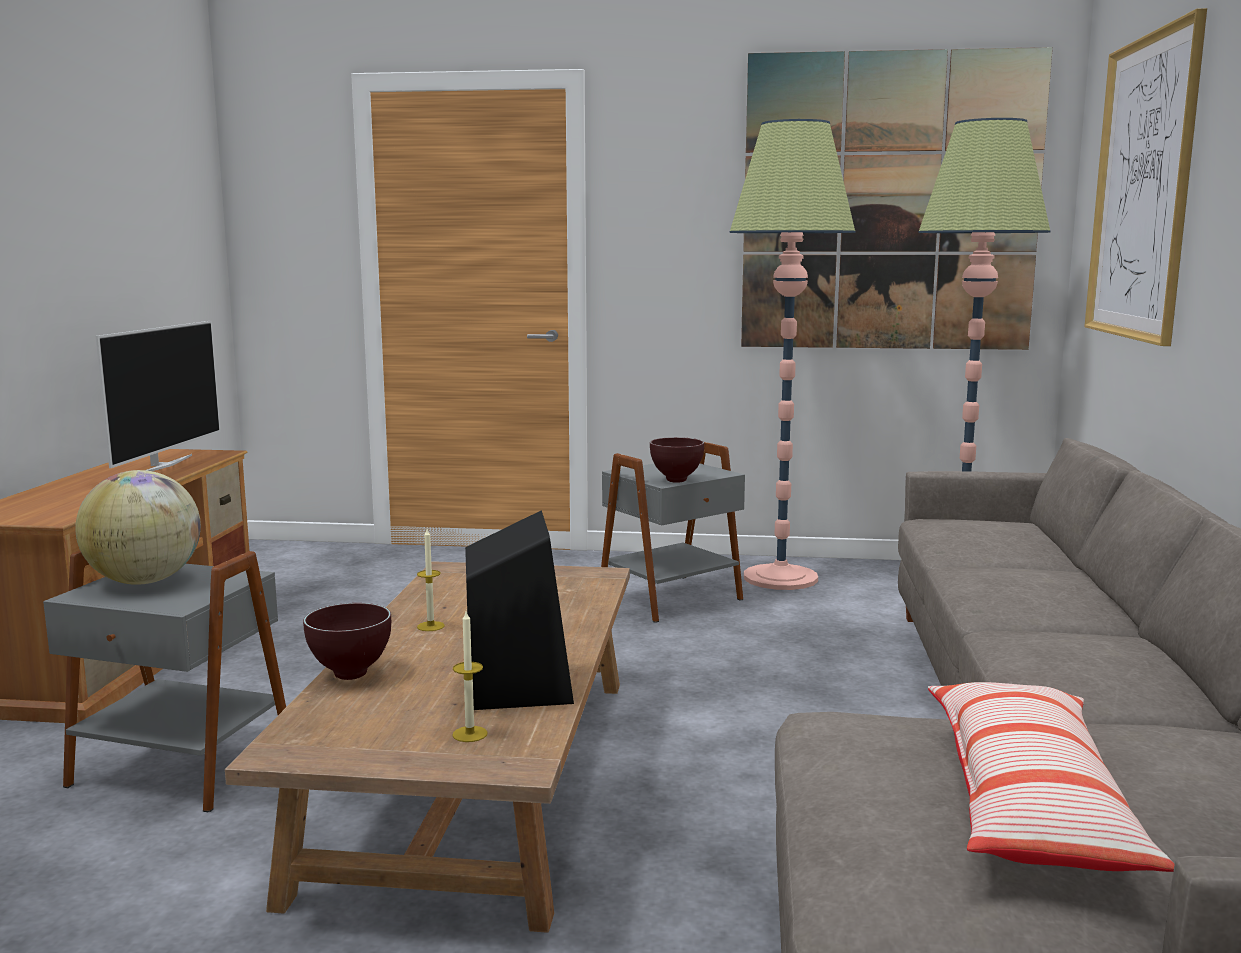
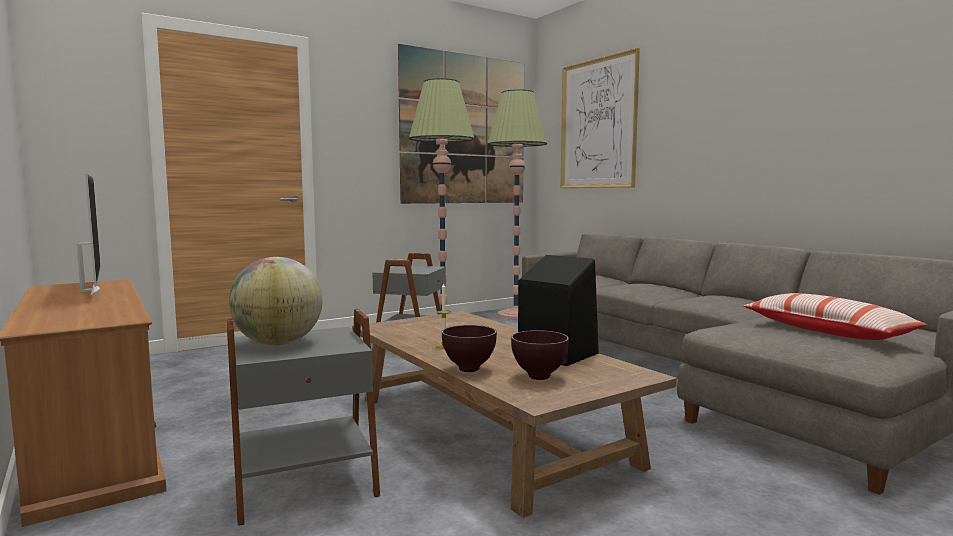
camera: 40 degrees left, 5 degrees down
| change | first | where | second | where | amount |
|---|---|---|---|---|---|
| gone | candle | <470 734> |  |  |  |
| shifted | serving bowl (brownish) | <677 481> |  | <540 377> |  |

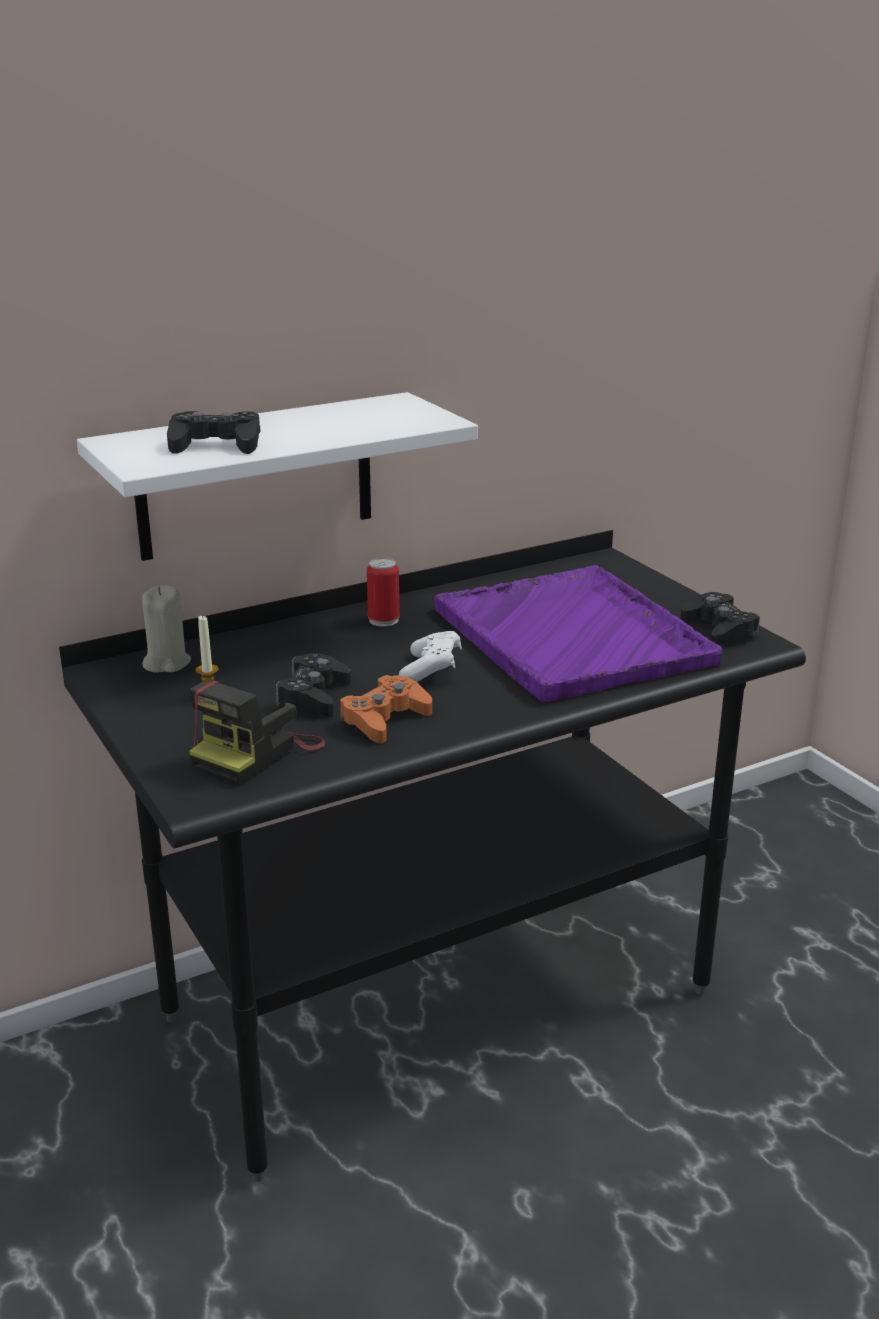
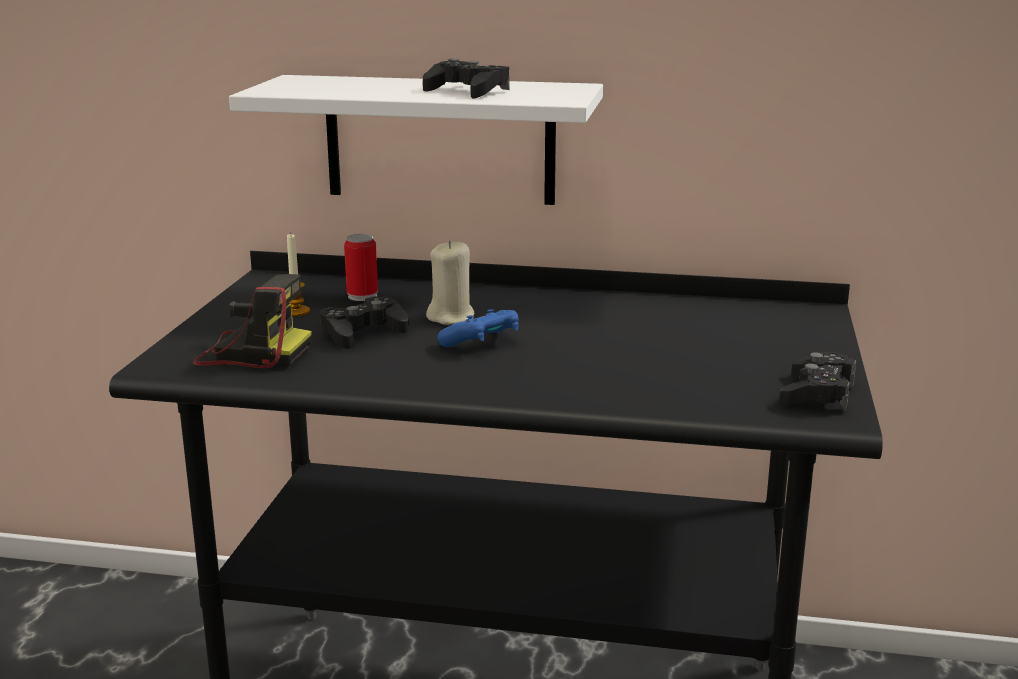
camera: 40 degrees right, 5 degrees down
| change | first | where | second | where | amount |
|---|---|---|---|---|---|
| gone | gamepad (orange) | <384 719> |  |  |  |
| gone | serving tray (purple) | <572 637> |  |  |  |
| shifted | candle (sand-coloured) | <166 663> |  | <451 317> |  |
| shifted | gamepad (black-coloured) | <216 445> |  | <467 91> |  |
| shifted | can | <383 620> |  | <362 296> |  |
| repainted | gamepad (white-coloured) | <431 671> | gamepad (blue) | <482 344> |  |
| rotated | still camera | <256 752> |  | <251 353> | 150 degrees counterclockwise |

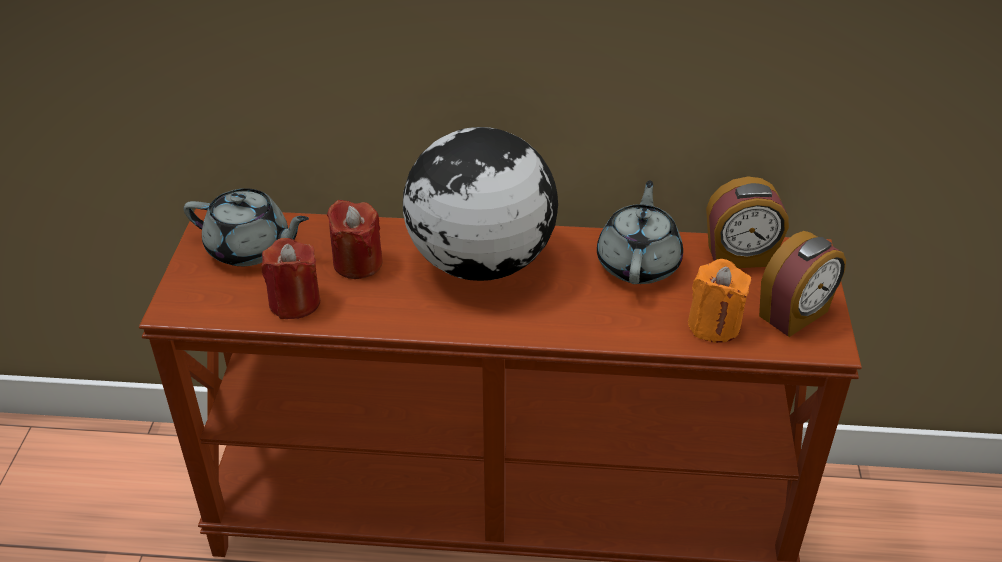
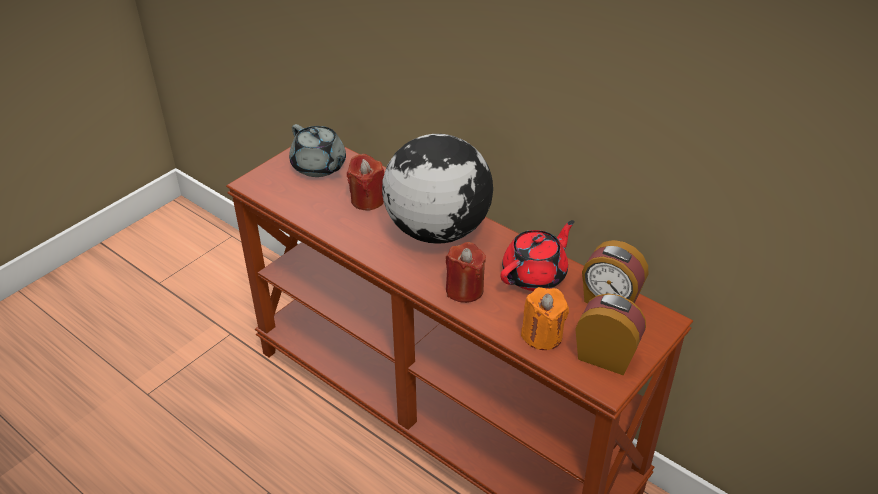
camera: 35 degrees right, 0 degrees up
| change | first | where | second | where | amount |
|---|---|---|---|---|---|
| shifted | candle (red) | <295 302> |  | <464 290> |  |
| repainted | teapot (greyish) | <638 263> | teapot (red) | <535 274> |  |
| rotated | alarm clock | <794 315> |  | <605 356> | 150 degrees counterclockwise |

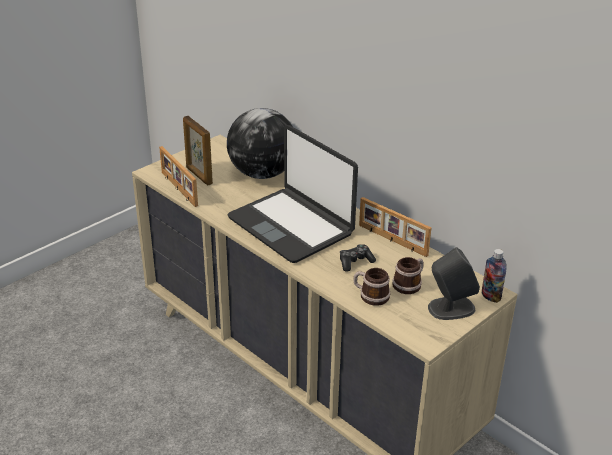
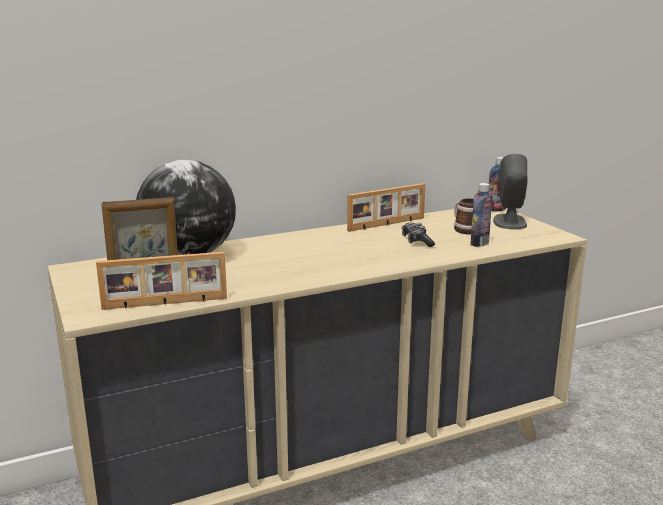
camera: 70 degrees left, 15 degrees down
| change | first | where | second | where | amount |
|---|---|---|---|---|---|
| gone | notebook computer | <291 225> |  |  |  |
| swapped | tea mug | <370 295> | bottle | <479 243> |  |

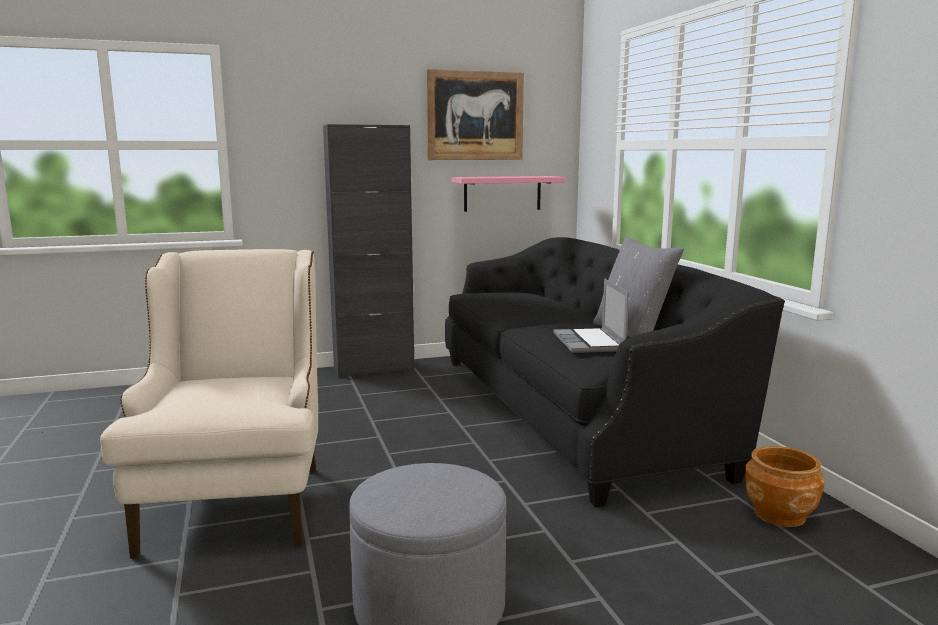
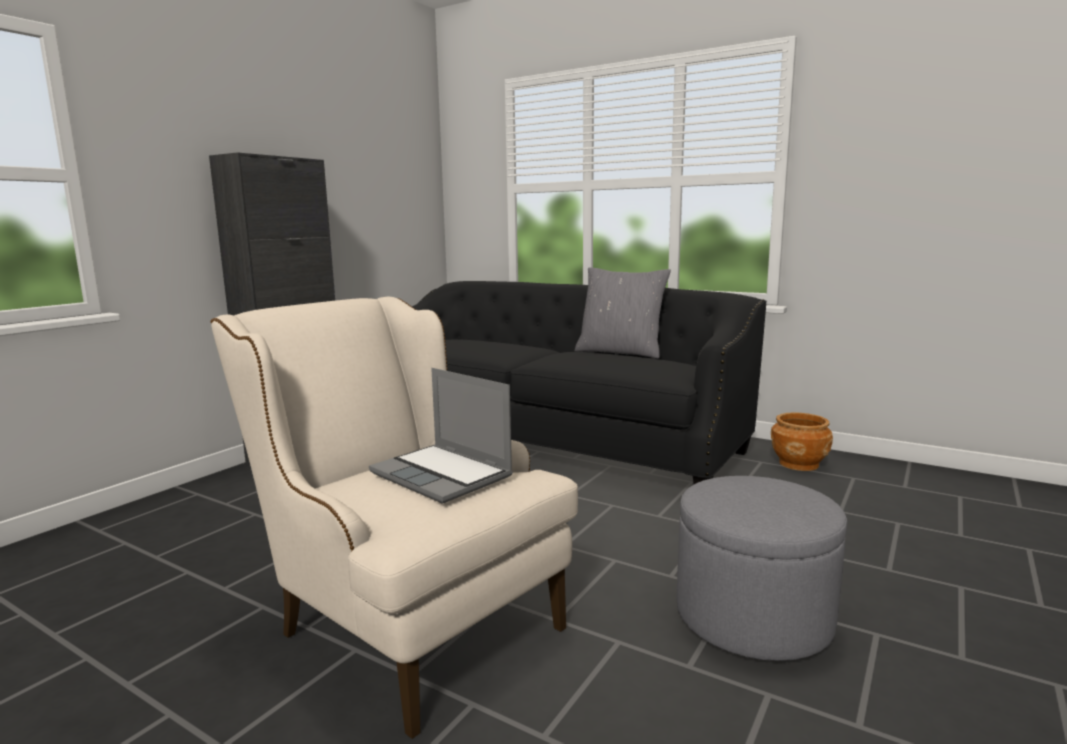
camera: 40 degrees left, 0 degrees up
| change | first | where | second | where | amount |
|---|---|---|---|---|---|
| gone | wall picture | <475 116> |  |  |  |
| gone | wall shelf (pink) | <502 193> |  |  |  |
| shifted | notebook computer | <590 343> |  | <443 475> |  |

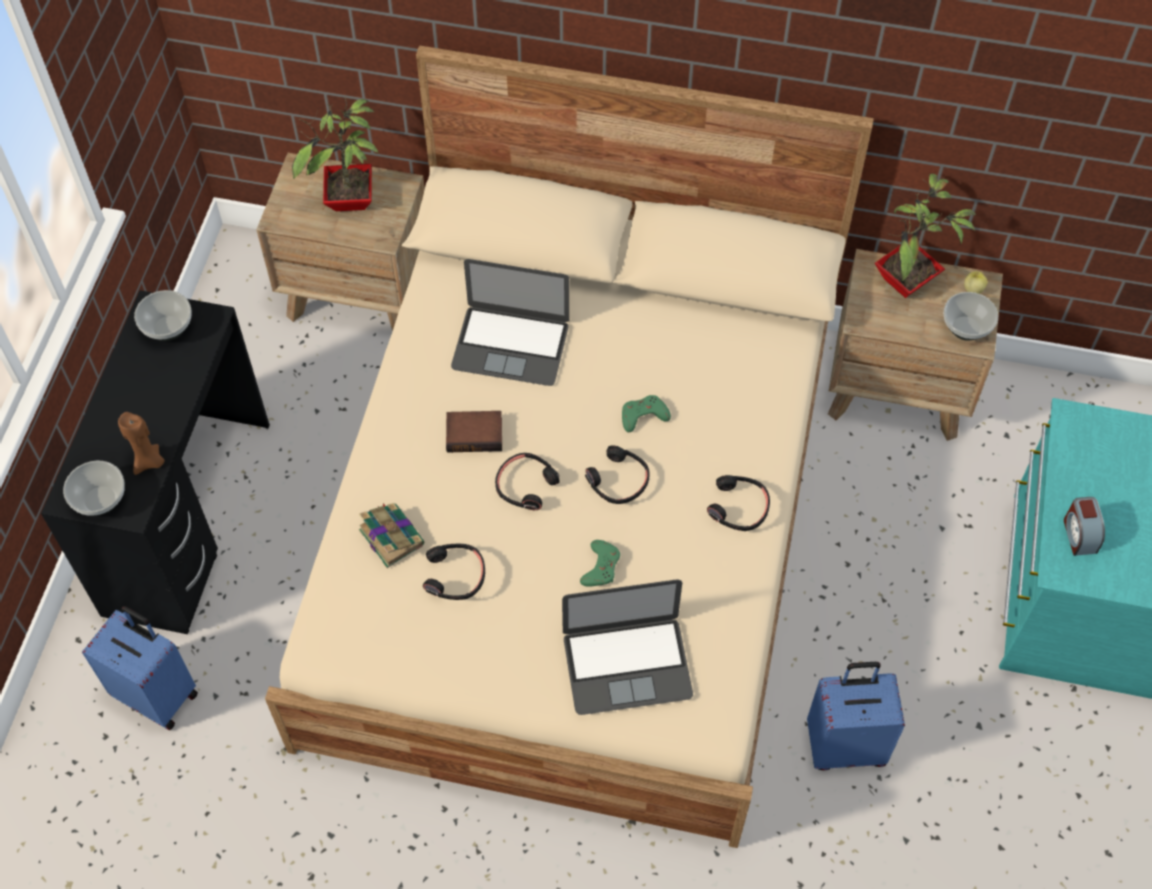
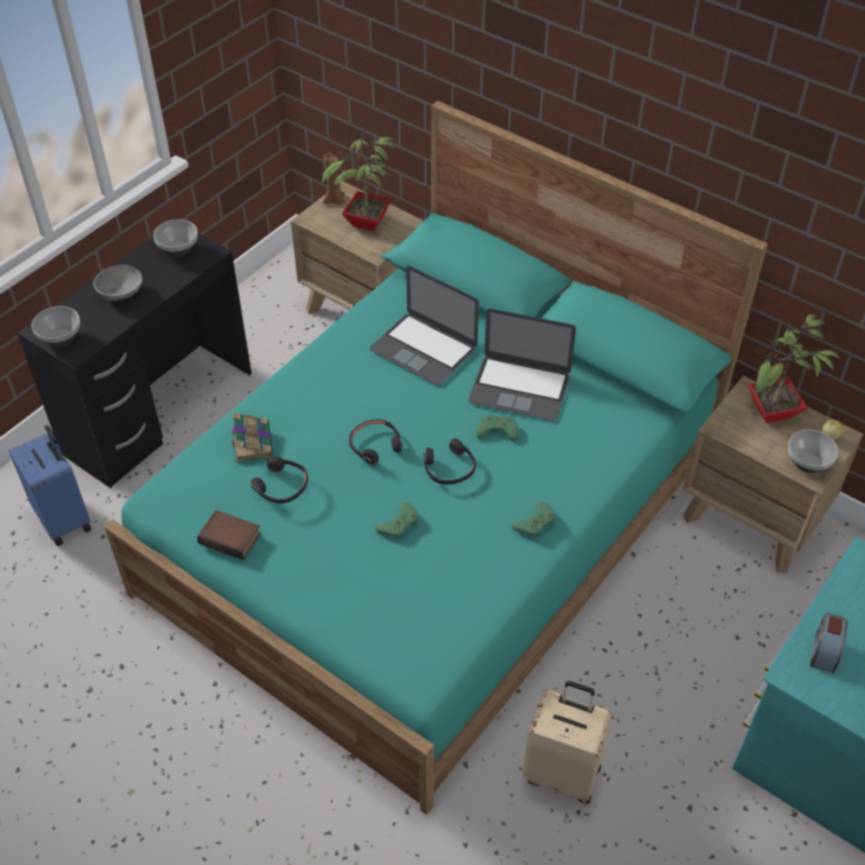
camera: 25 degrees right, 10 degrees down
| change | first | where | second | where | amount |
|---|---|---|---|---|---|
| new |  |  | serving bowl (greyish) | <122 294> |  |
| shifted | candle (brownish) | <149 462> |  | <335 201> |  |
| shifted | volume | <475 433> |  | <231 537> |  |
| shifted | notebook computer | <627 665> |  | <519 388> |  |
| swapped | headphones (black-coloured) | <738 508> | gamepad (green-coloured) | <535 523> |  |
| repainted | bed (sand-coloured) | <578 527> | bed (turquoise-coloured) | <434 523> |  |
| repainted | suitcase (blue) | <845 744> | suitcase (sand-coloured) | <562 773> |  |

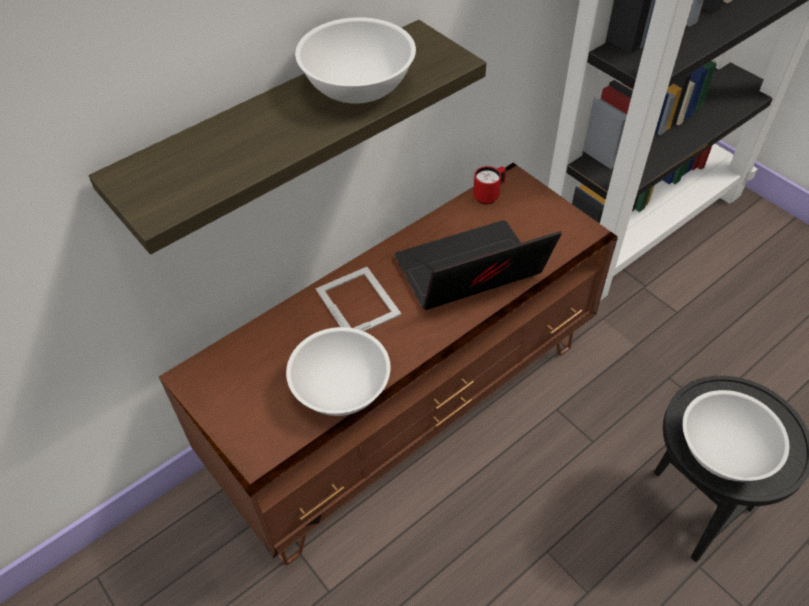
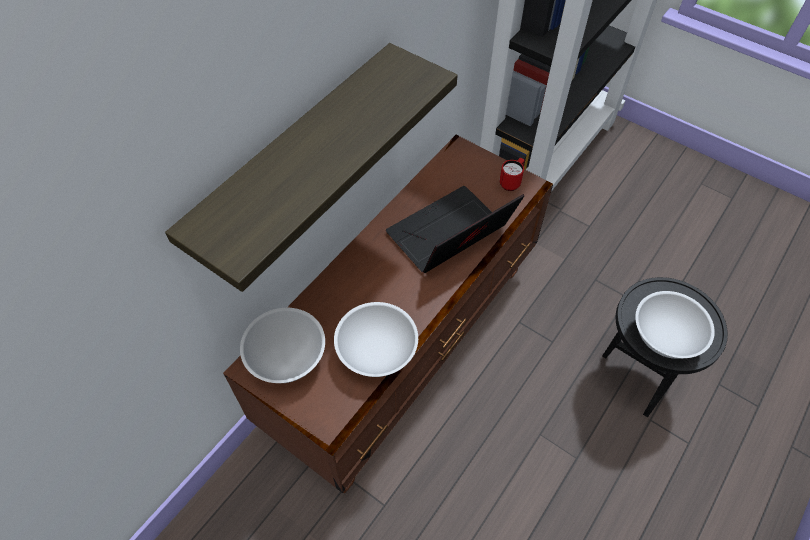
camera: 15 degrees left, 5 degrees up
| change | first | where | second | where | amount |
|---|---|---|---|---|---|
| gone | picture frame | <358 301> |  |  |  |
| shifted | serving bowl (white-coloured) | <357 87> |  | <286 358> |  |
| shifted | tea mug (red) | <489 195> |  | <511 182> |  |

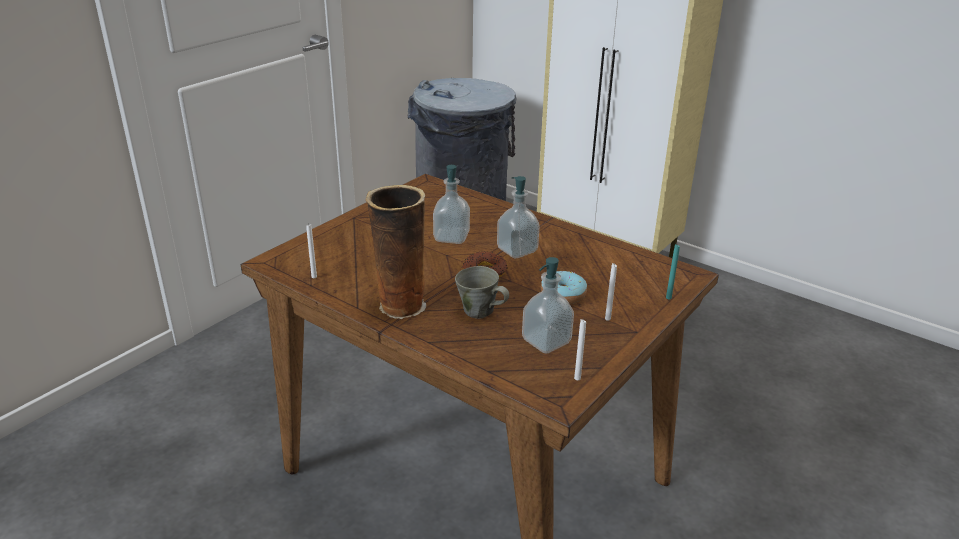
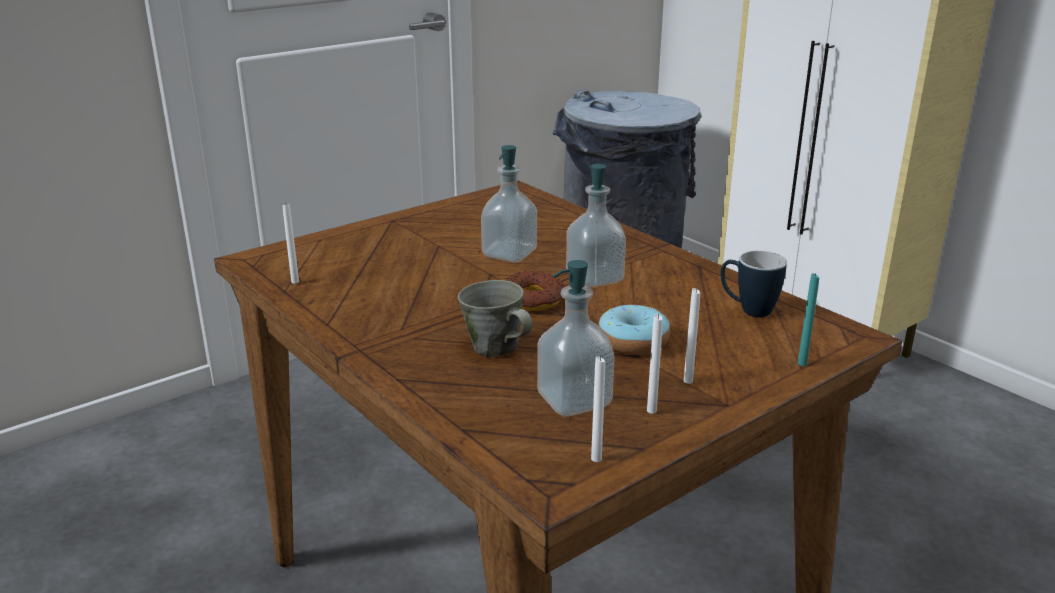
camera: 15 degrees right, 5 degrees down
| change | first | where | second | where | amount |
|---|---|---|---|---|---|
| gone | decorative vase | <400 305> |  |  |  |
| new |  |  | candle (white-coloured) | <651 411> |  |
| new |  |  | tea mug | <747 310> |  |

